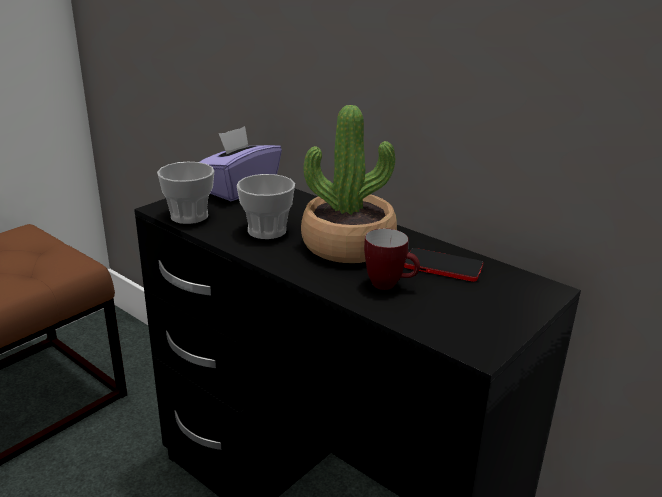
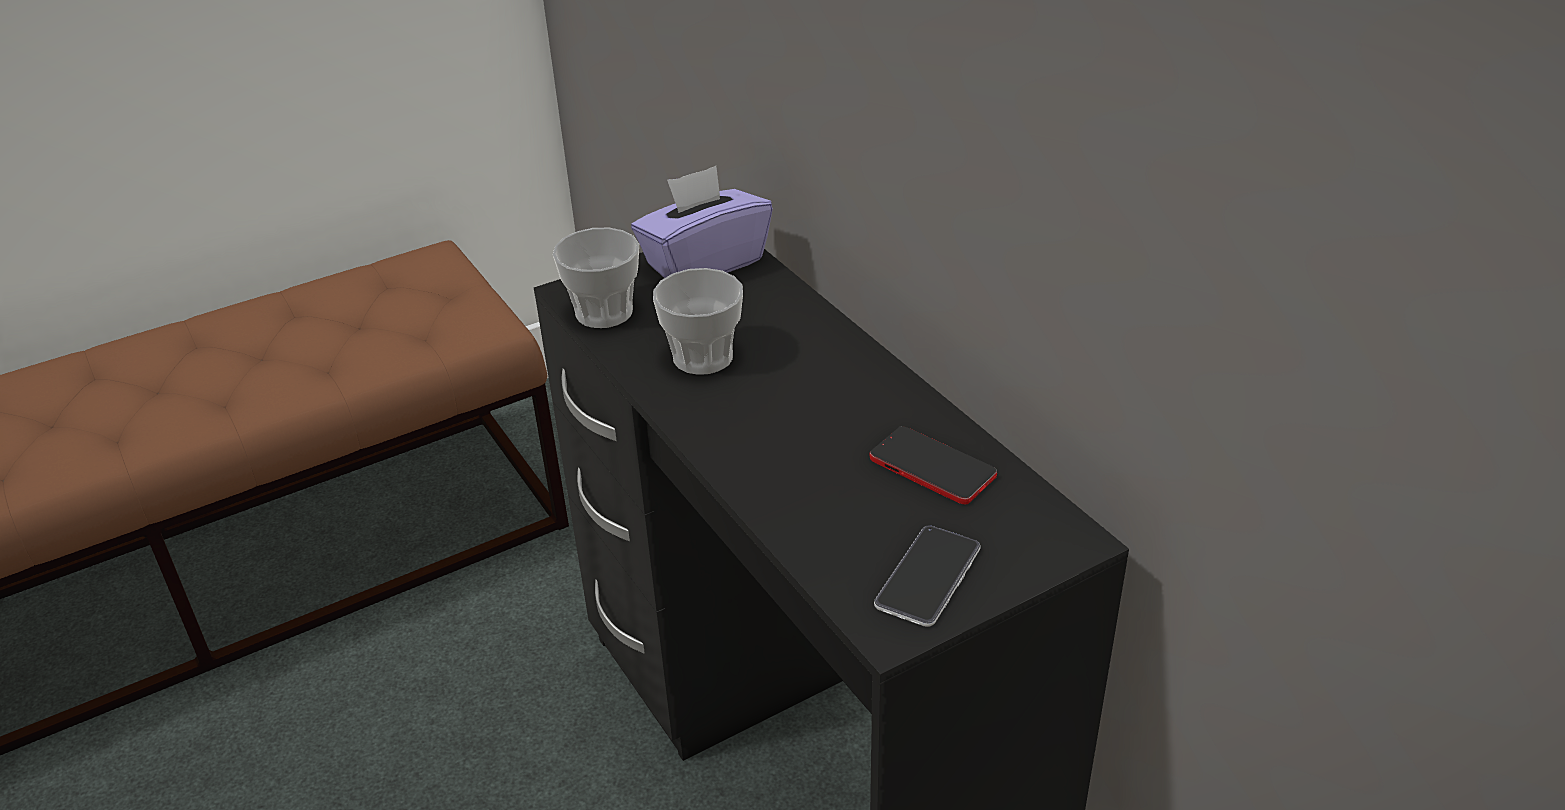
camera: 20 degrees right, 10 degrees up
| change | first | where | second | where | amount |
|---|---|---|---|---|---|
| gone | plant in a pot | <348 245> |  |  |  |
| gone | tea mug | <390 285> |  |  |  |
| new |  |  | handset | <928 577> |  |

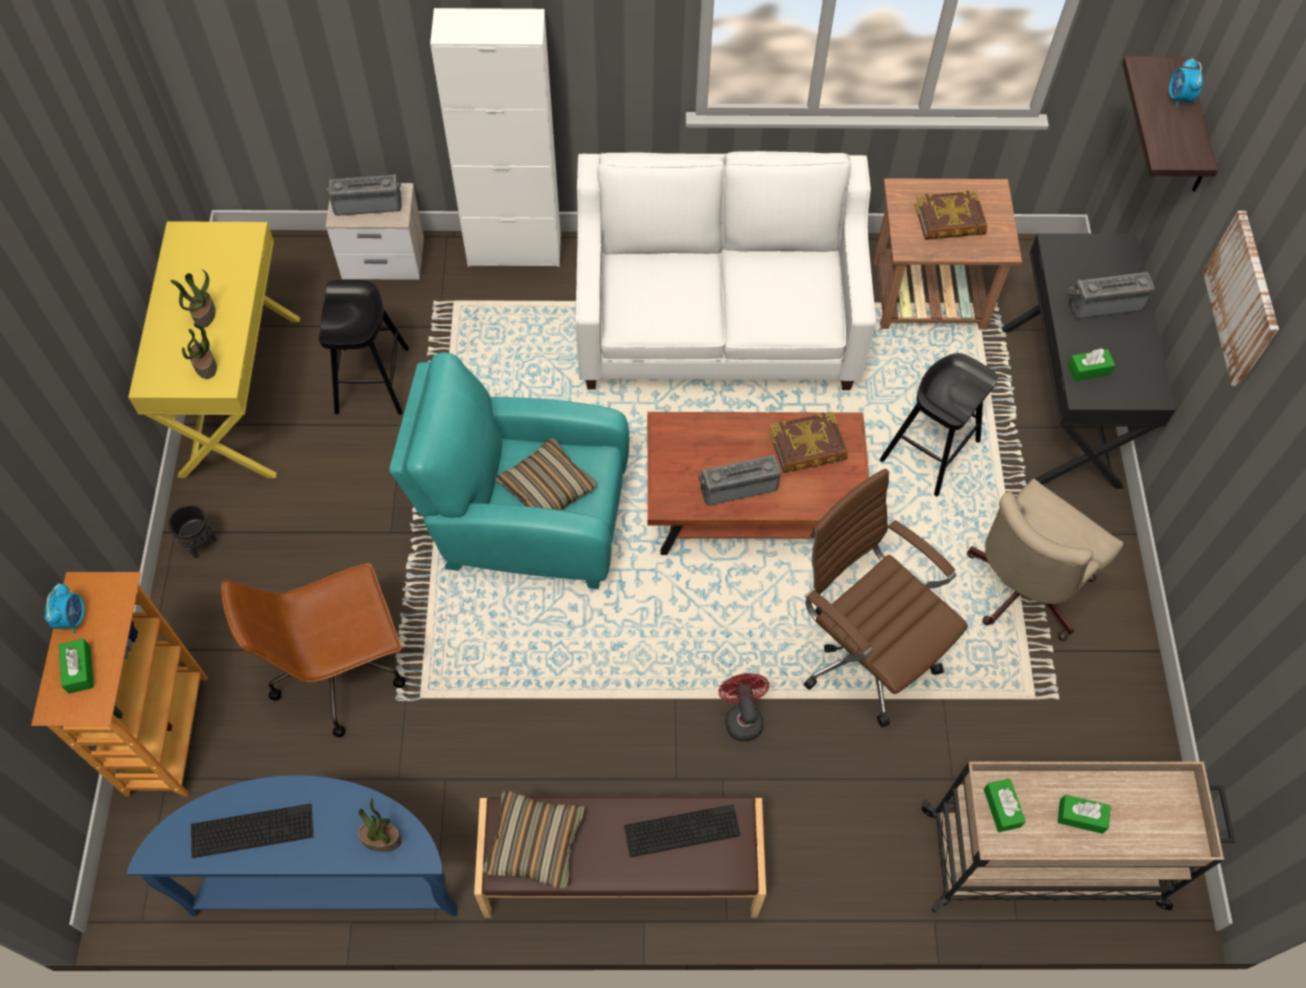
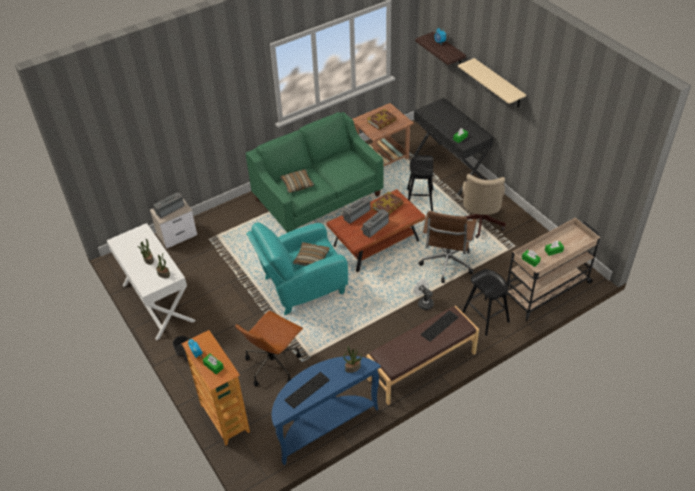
camera: 30 degrees left, 15 degrees down
| change | first | where | second | where | amount |
|---|---|---|---|---|---|
| gone | cabinet (white-coloured) | <514 250> |  |  |  |
| shifted | sitting stool (black-coloured) | <372 380> |  | <485 316> |  |
| shifted | pillow | <535 843> |  | <297 184> |  |
| shifted | radio receiver | <1104 303> |  | <356 214> |  |
| swapped | wall picture | <1242 298> | wall shelf (sand-coloured) | <498 84> |  |
| repainted | desk unit (yellow) | <239 394> | desk unit (white-coloured) | <157 303> |  |
| repainted | settee (white-coloured) | <716 323> | settee (green-coloured) | <318 198> |  |
| repainted | fan (red) | <742 717> | fan (white-coloured) | <423 303> |  |
| rotated | desk chair (brownish) | <863 653> |  | <446 265> | 90 degrees counterclockwise |

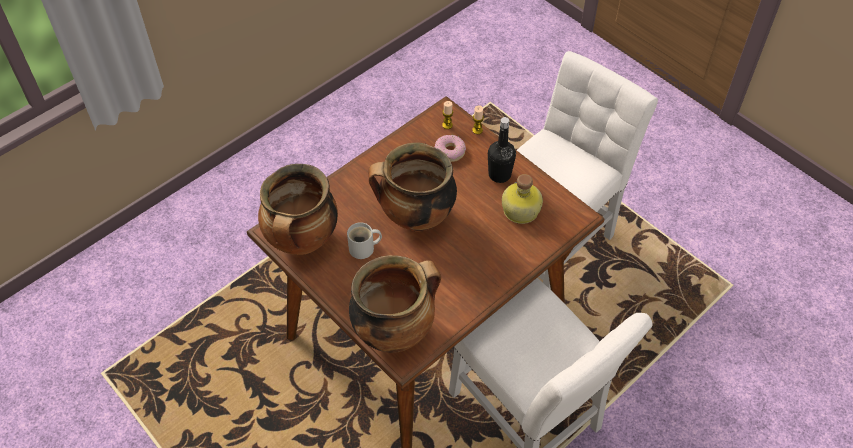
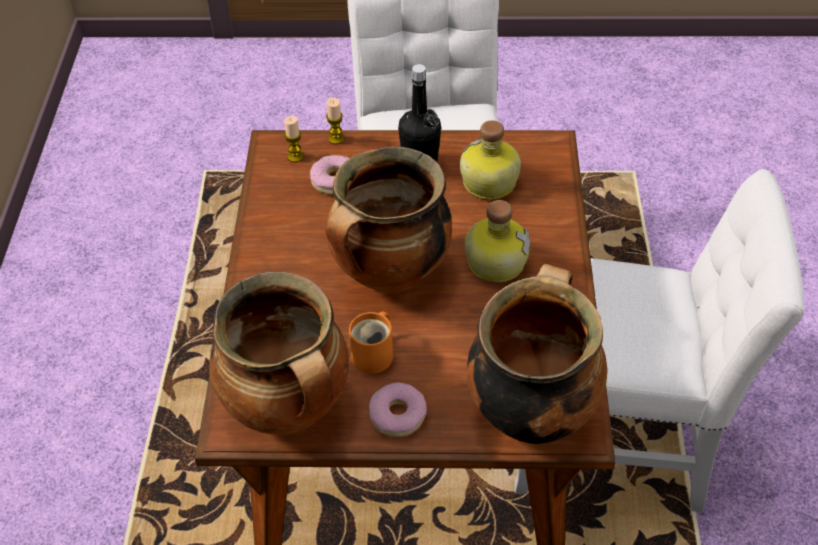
camera: 45 degrees left, 5 degrees down
| change | first | where | second | where | amount |
|---|---|---|---|---|---|
| new |  |  | donut | <397 415> |  |
| new |  |  | bottle | <494 261> |  |
| repainted | tea mug (white-coloured) | <364 249> | tea mug (orange) | <375 354> |  |

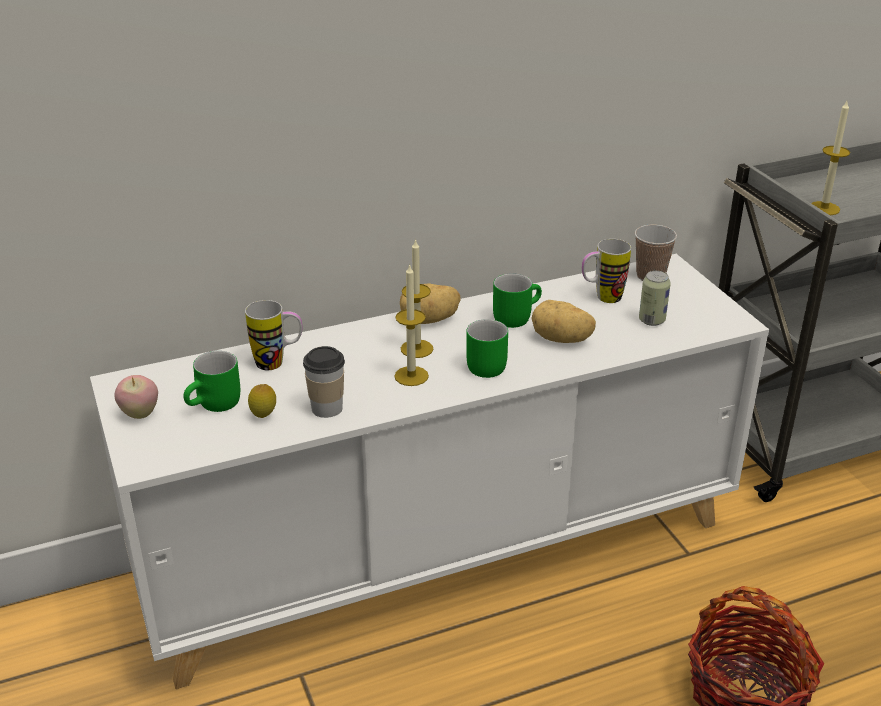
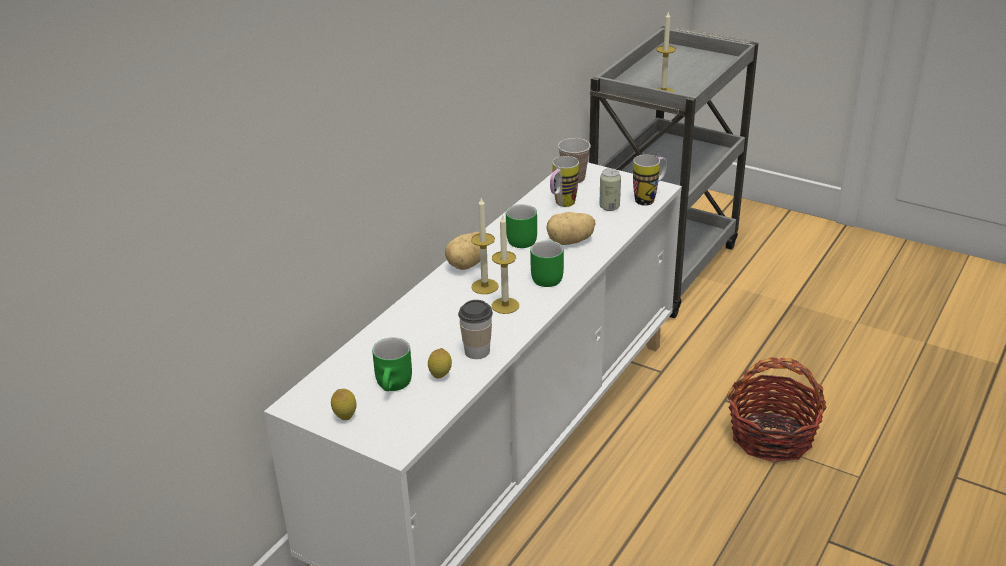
camera: 35 degrees left, 0 degrees up
| change | first | where | second | where | amount |
|---|---|---|---|---|---|
| shifted | tea mug | <278 363> |  | <649 199> |  |
| swapped | apple | <140 414> | lemon | <345 417> |  |

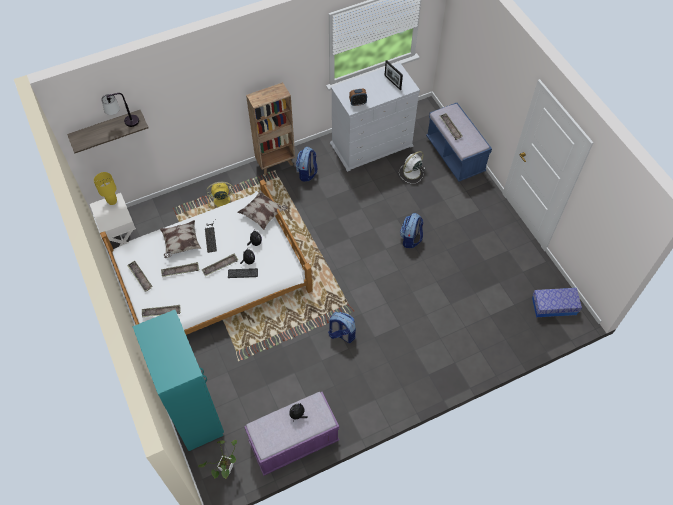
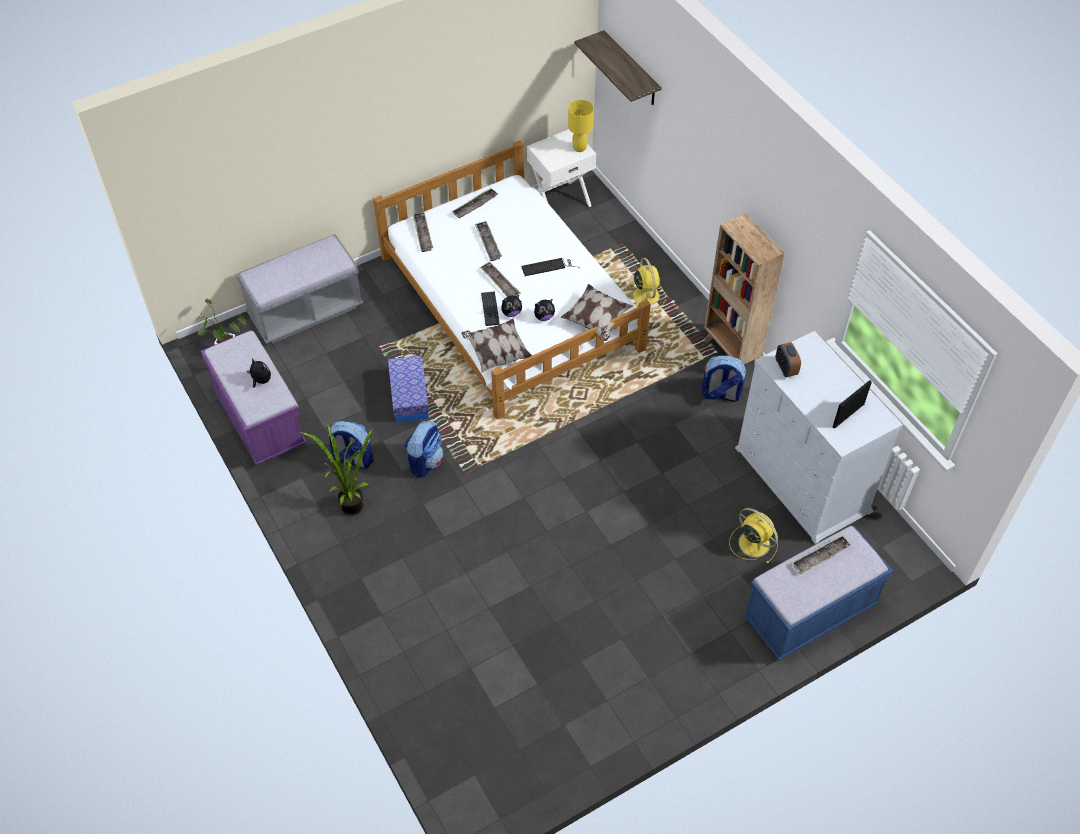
camera: 85 degrees right, 5 degrees down
| change | first | where | second | where | amount |
|---|---|---|---|---|---|
| gone | lamp for a table | <125 123> |  |  |  |
| new |  |  | plant in a pot | <349 504> |  |
| shifted | pillow | <181 243> |  | <497 353> |  |
| shifted | knapsack | <411 239> |  | <352 459> |  |
| shifted | storage bin | <554 306> |  | <409 396> |  |
| swapped | wardrobe (turquoise-coloured) | <195 412> | indoor bench (greyish) | <306 311> |  |
| repainted | fan (white-coloured) | <411 173> | fan (yellow) | <753 542> |  |

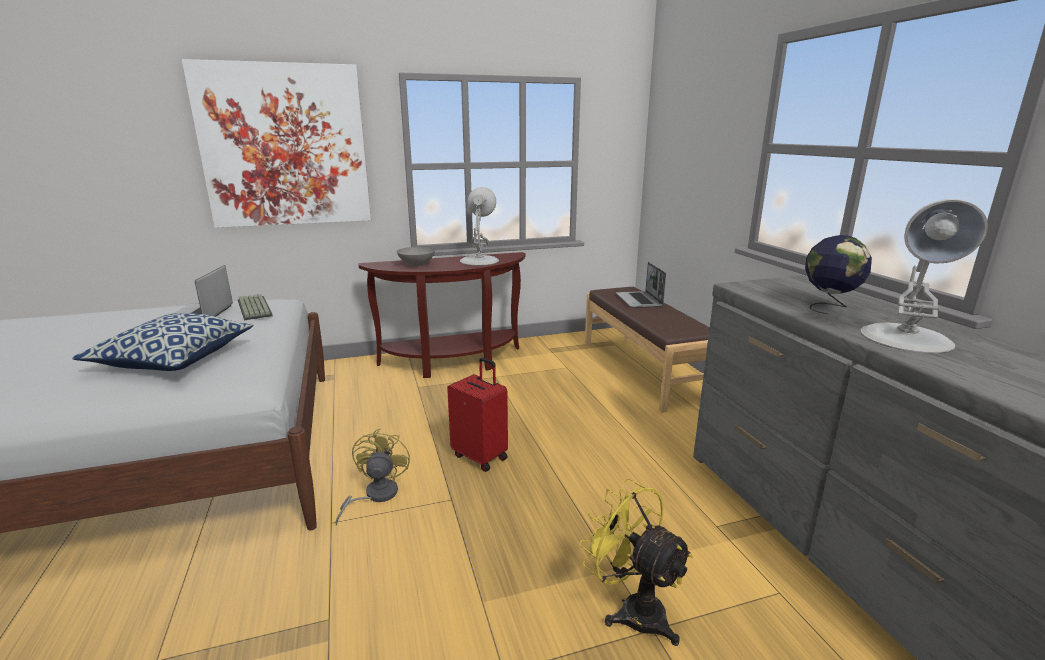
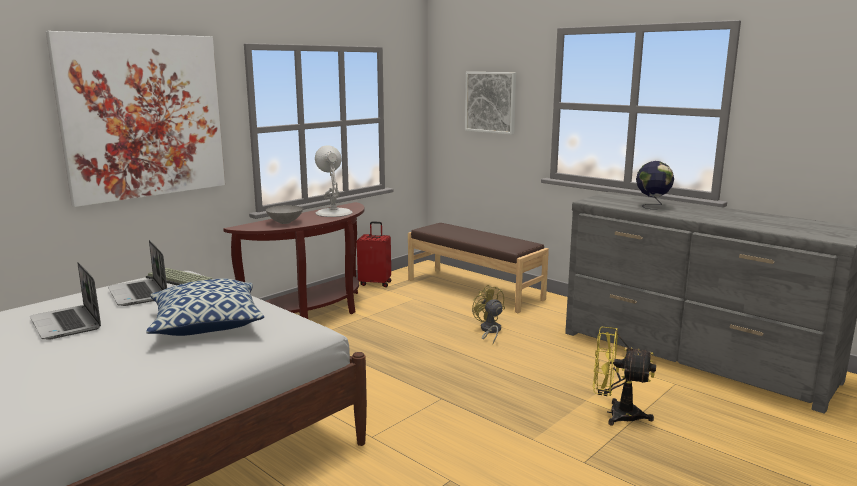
camera: 30 degrees left, 5 degrees down
| change | first | where | second | where | amount |
|---|---|---|---|---|---|
| gone | lamp for a table (white-coloured) | <906 338> |  |  |  |
| new |  |  | wall picture | <490 102> |  |
| shifted | fan (yellow) | <375 496> |  | <489 331> |  |
| shifted | suitcase (red) | <481 456> |  | <375 283> |  |
| shifted | notebook computer | <639 301> |  | <67 324> |  |

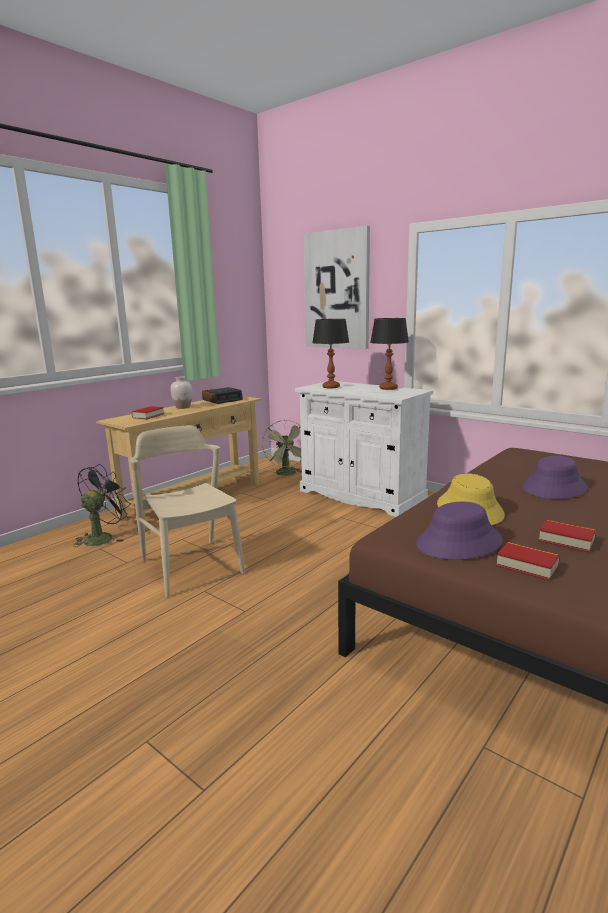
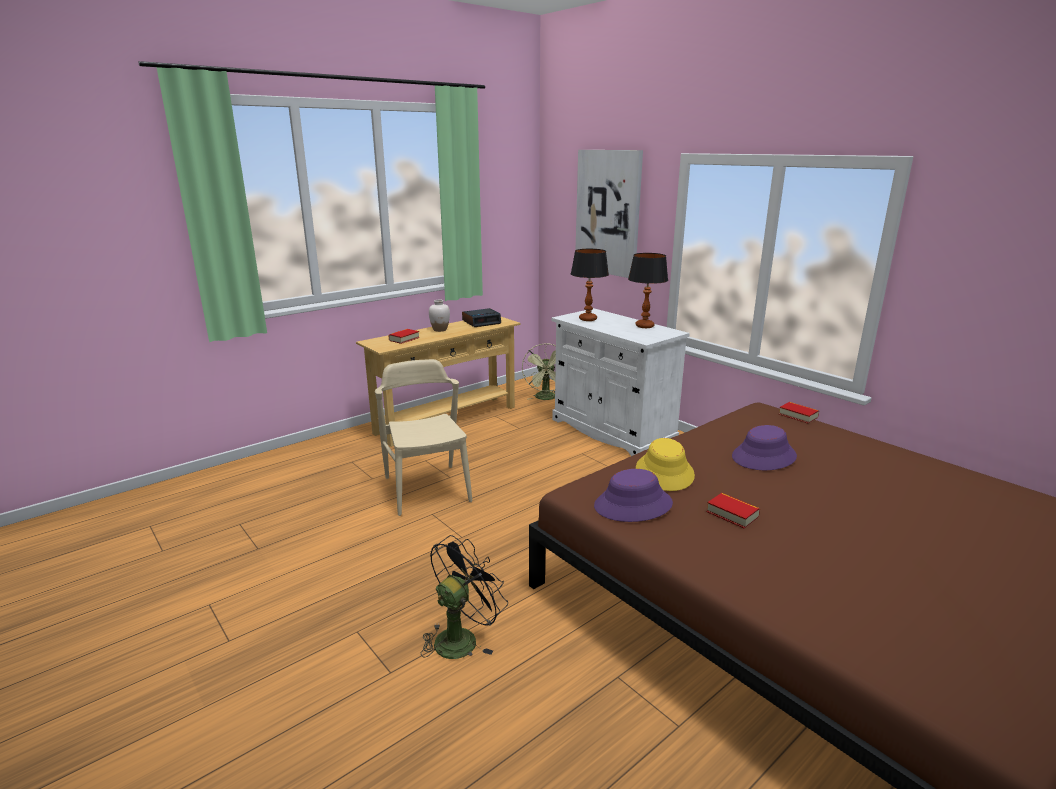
camera: 10 degrees right, 5 degrees up
| change | first | where | second | where | amount |
|---|---|---|---|---|---|
| shifted | fan (black-coloured) | <103 537> |  | <461 637> |  |
| shifted | volume | <527 566> |  | <798 416> |  |

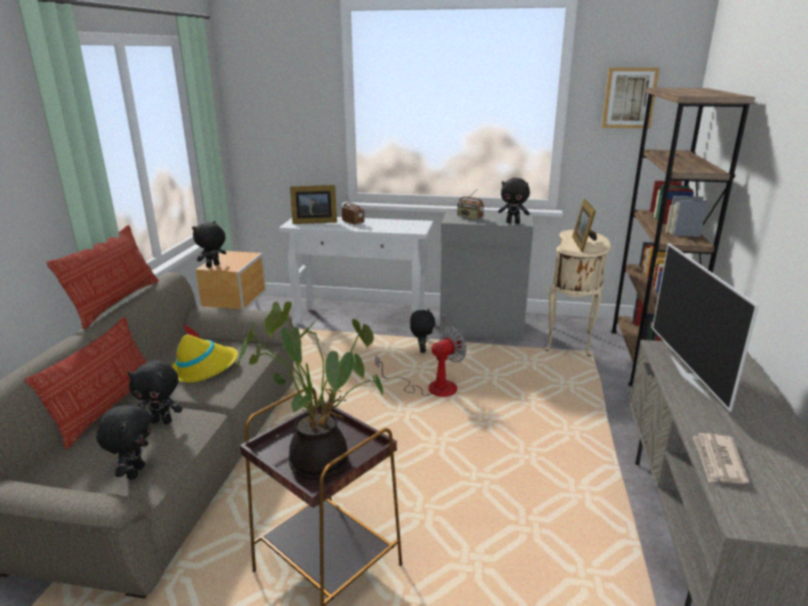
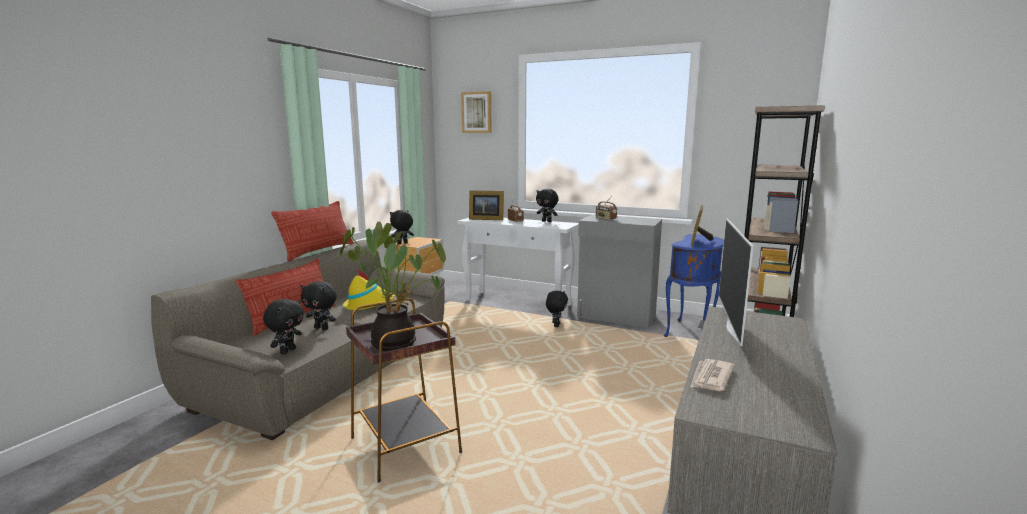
camera: 15 degrees right, 10 degrees down
| change | first | where | second | where | amount |
|---|---|---|---|---|---|
| gone | fan | <431 388> |  |  |  |
| shifted | soft toy (black-coloured) | <513 222> |  | <547 221> |  |
| shifted | wall picture | <629 98> |  | <477 112> |  |
| repainted | side table (sand-coloured) | <571 341> | side table (blue) | <692 333> |  |

